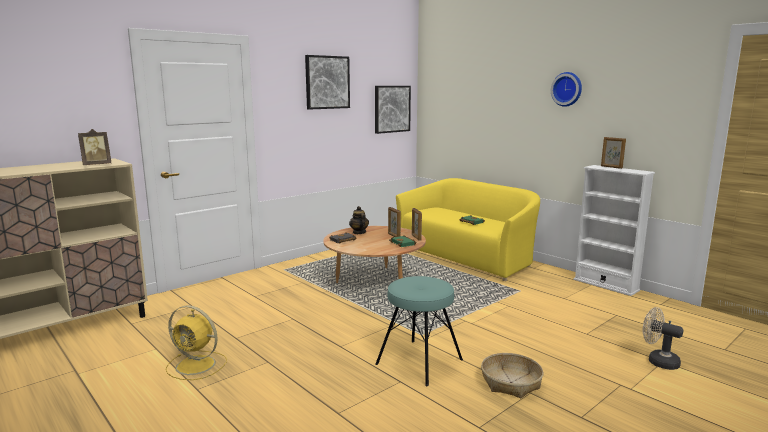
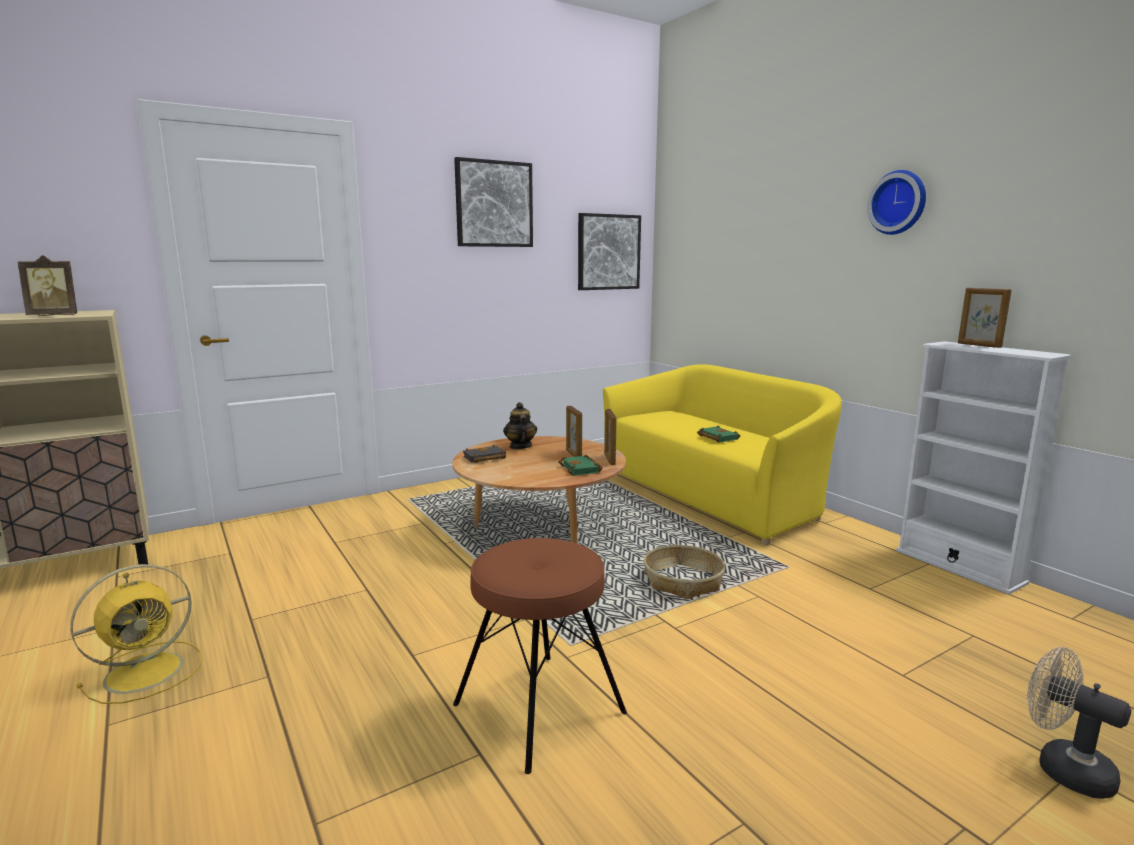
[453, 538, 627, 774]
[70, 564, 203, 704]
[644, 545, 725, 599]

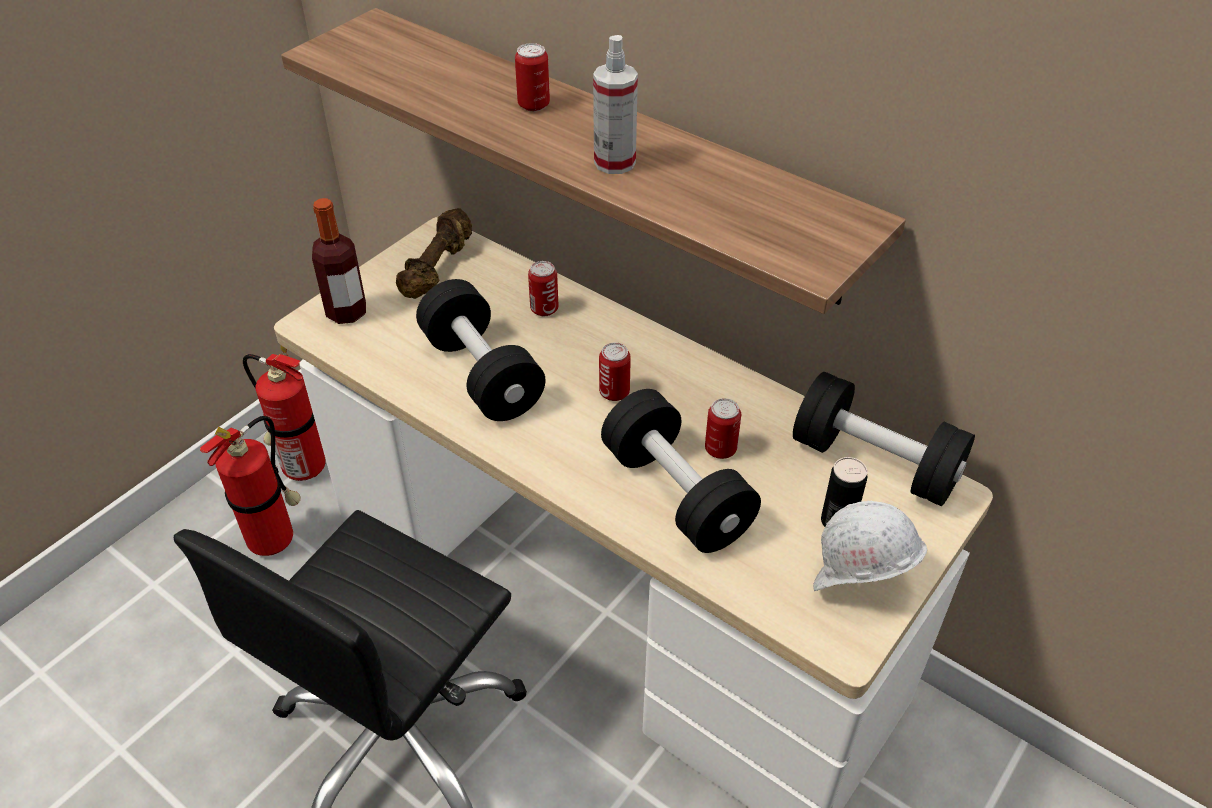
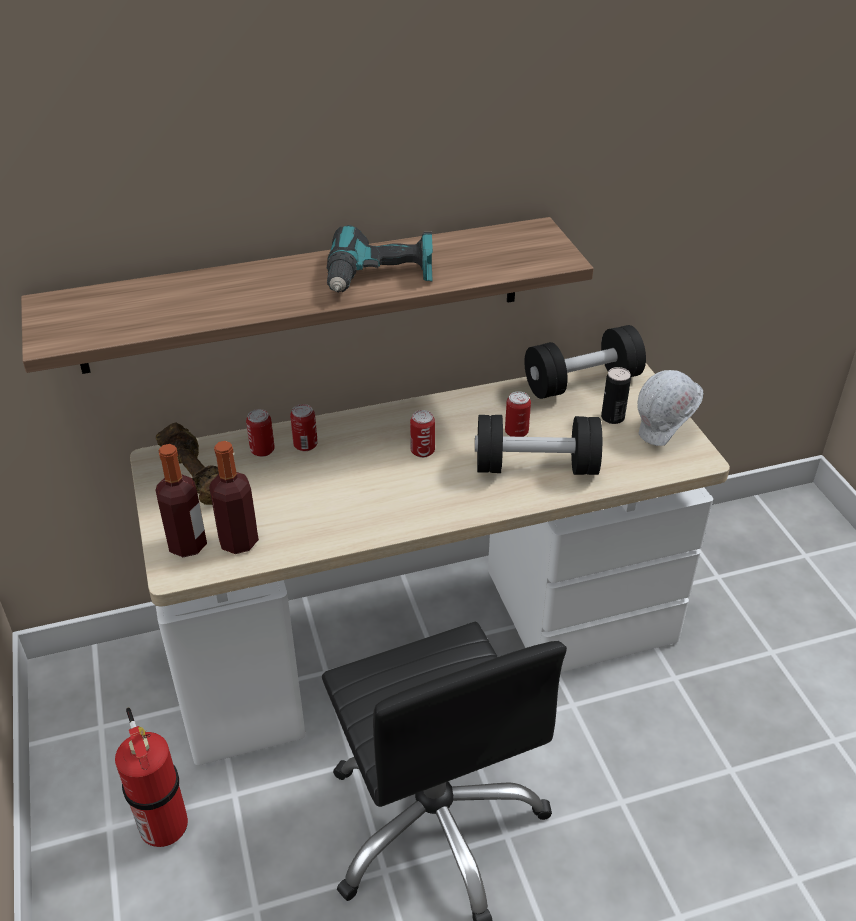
[327, 225, 433, 292]
[246, 409, 275, 457]
[416, 279, 545, 421] (first image)
[243, 345, 326, 481] (first image)
[209, 441, 259, 554]

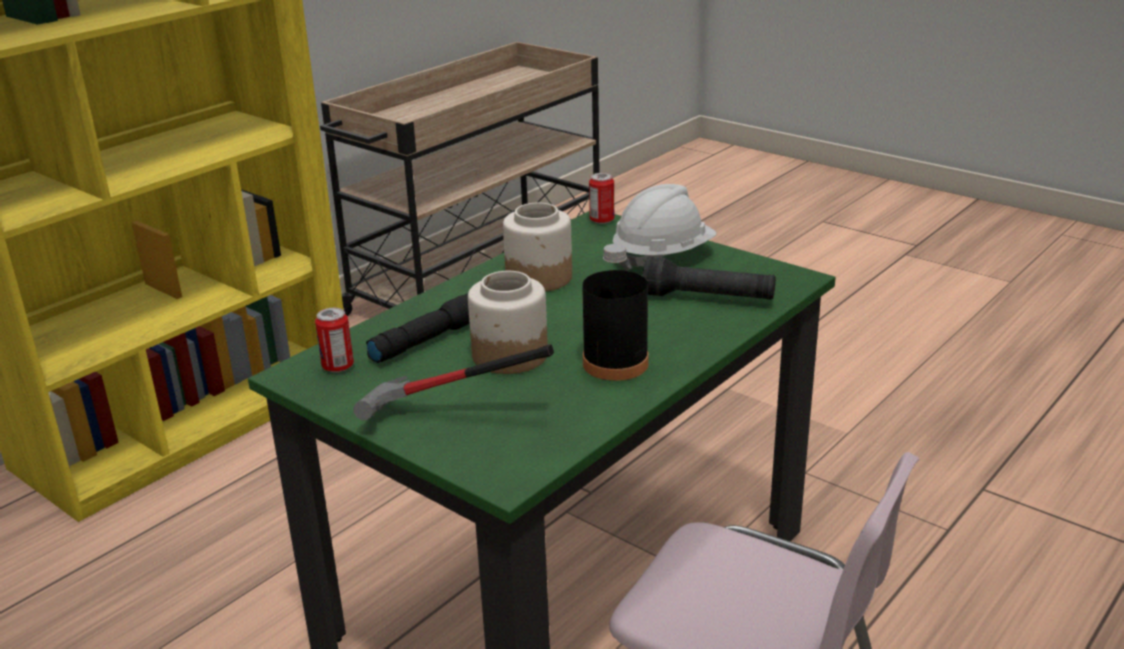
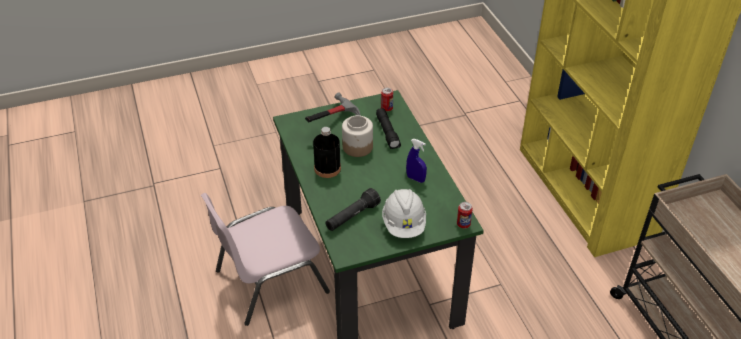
[406, 139, 427, 183]

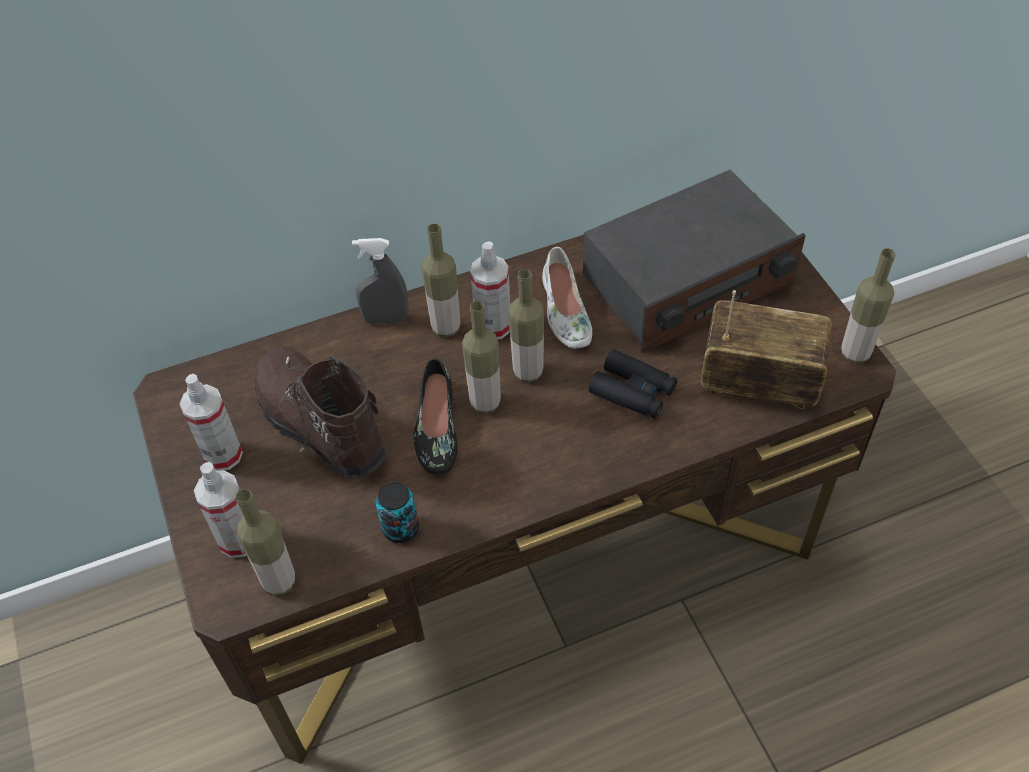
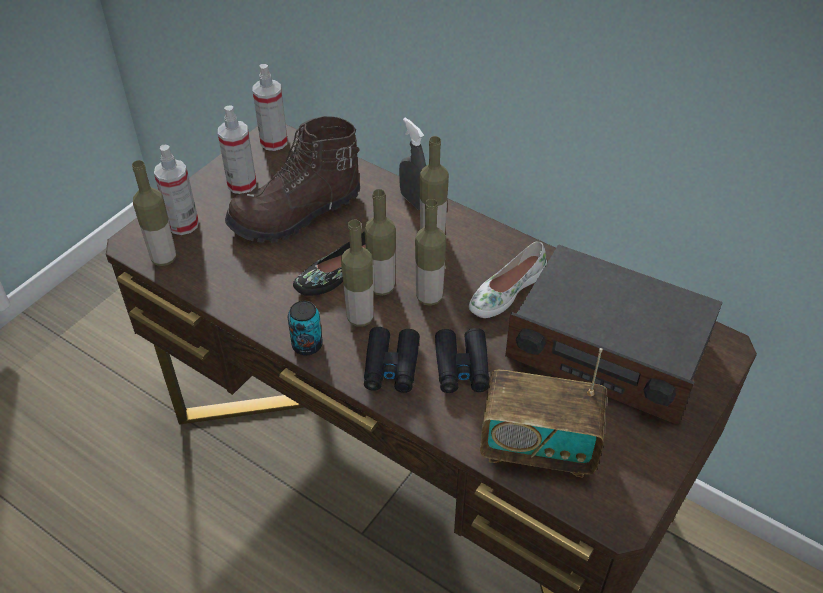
[253, 64, 288, 151]
[341, 220, 374, 327]
[480, 348, 607, 477]
[225, 116, 360, 243]
[288, 301, 323, 355]
[364, 327, 420, 393]

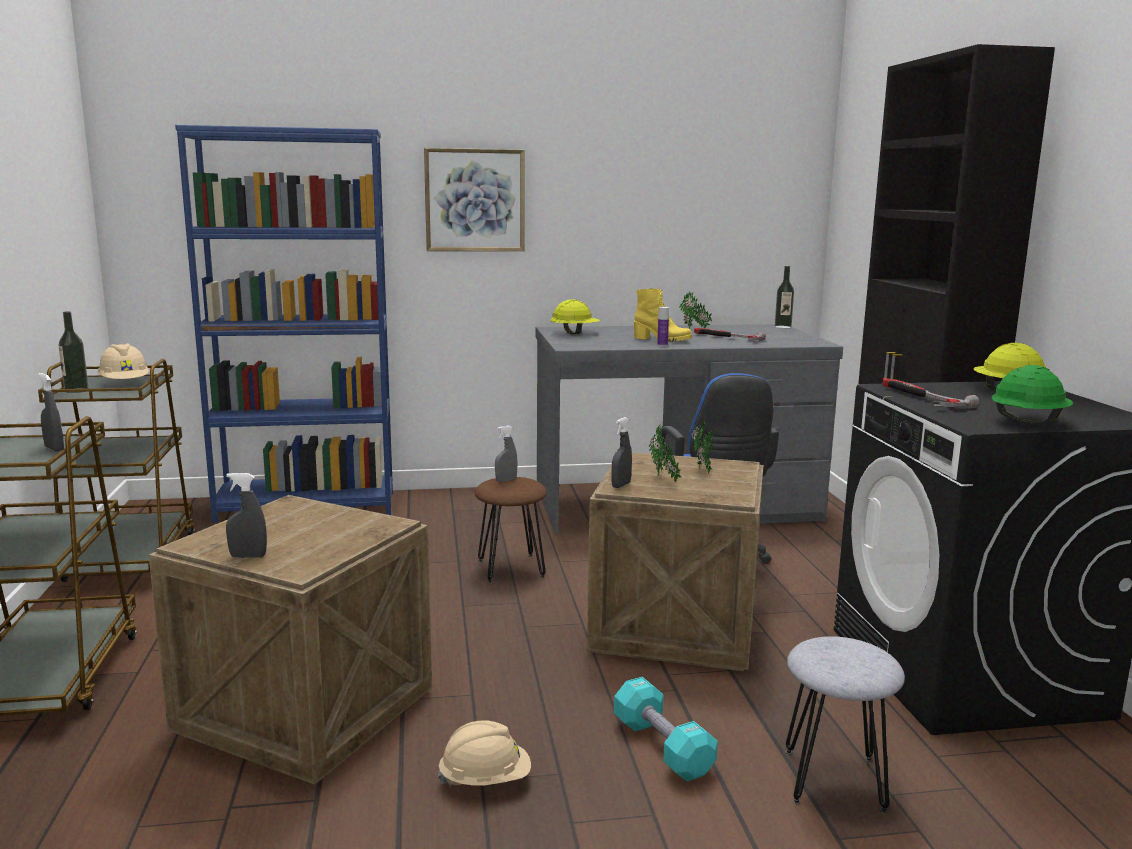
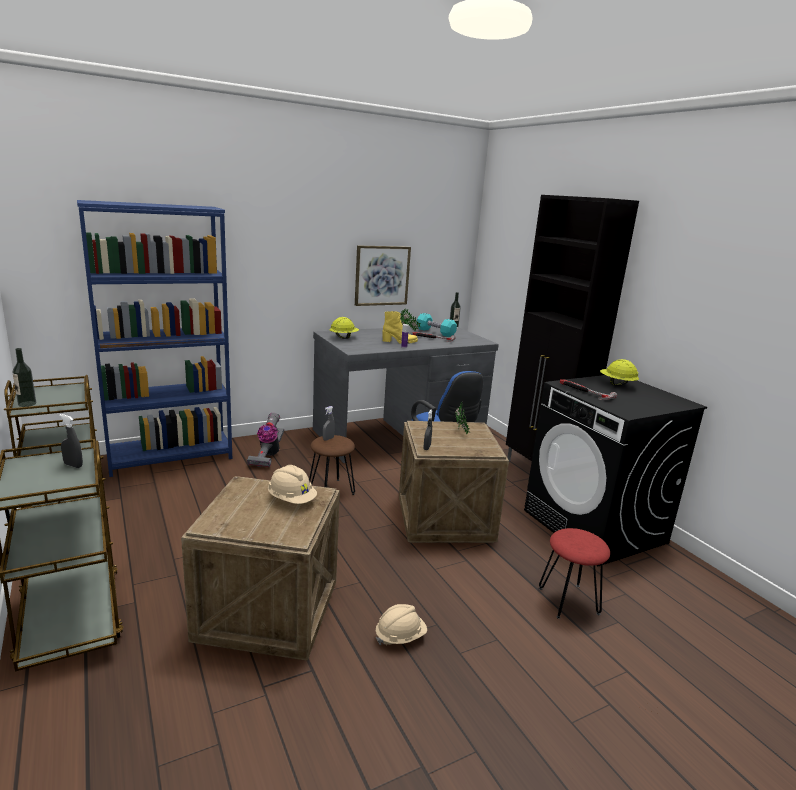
[355, 245, 411, 306]
[268, 465, 317, 504]
[991, 365, 1073, 425] (first image)
[649, 424, 682, 482] (first image)
[226, 473, 267, 558] (first image)
[538, 528, 610, 619]
[417, 313, 457, 337]
[247, 413, 284, 467]

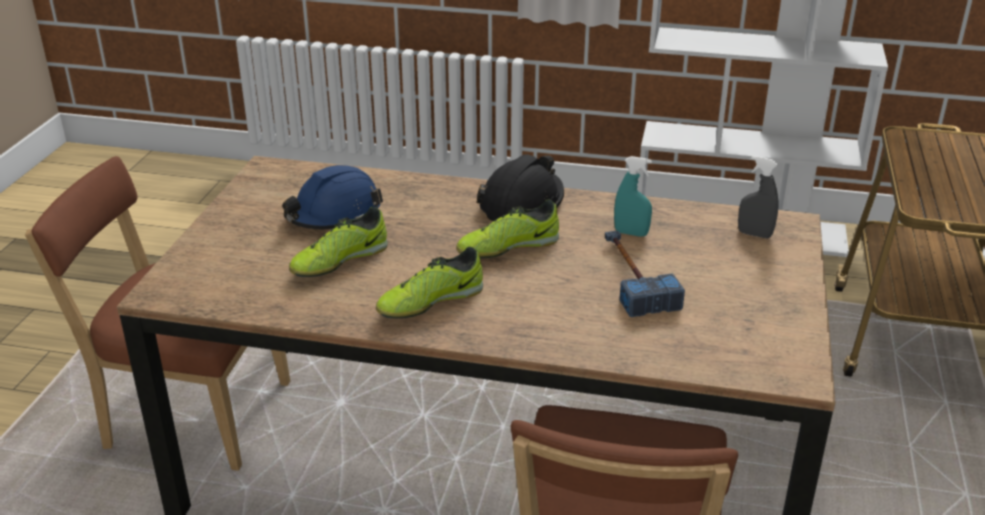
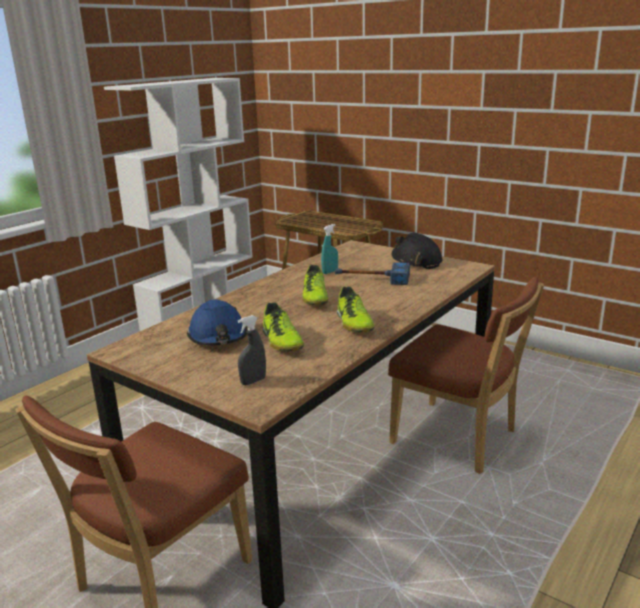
[392, 232, 443, 269]
[238, 315, 266, 385]

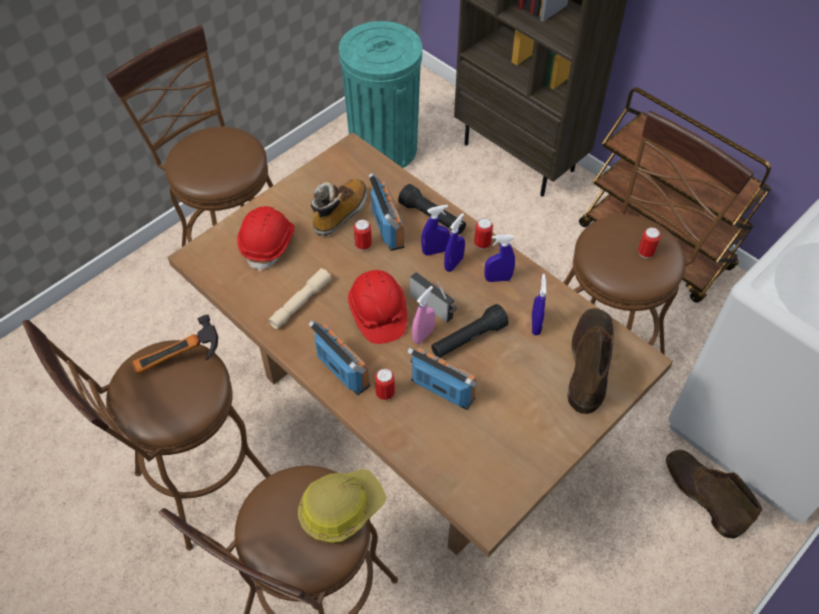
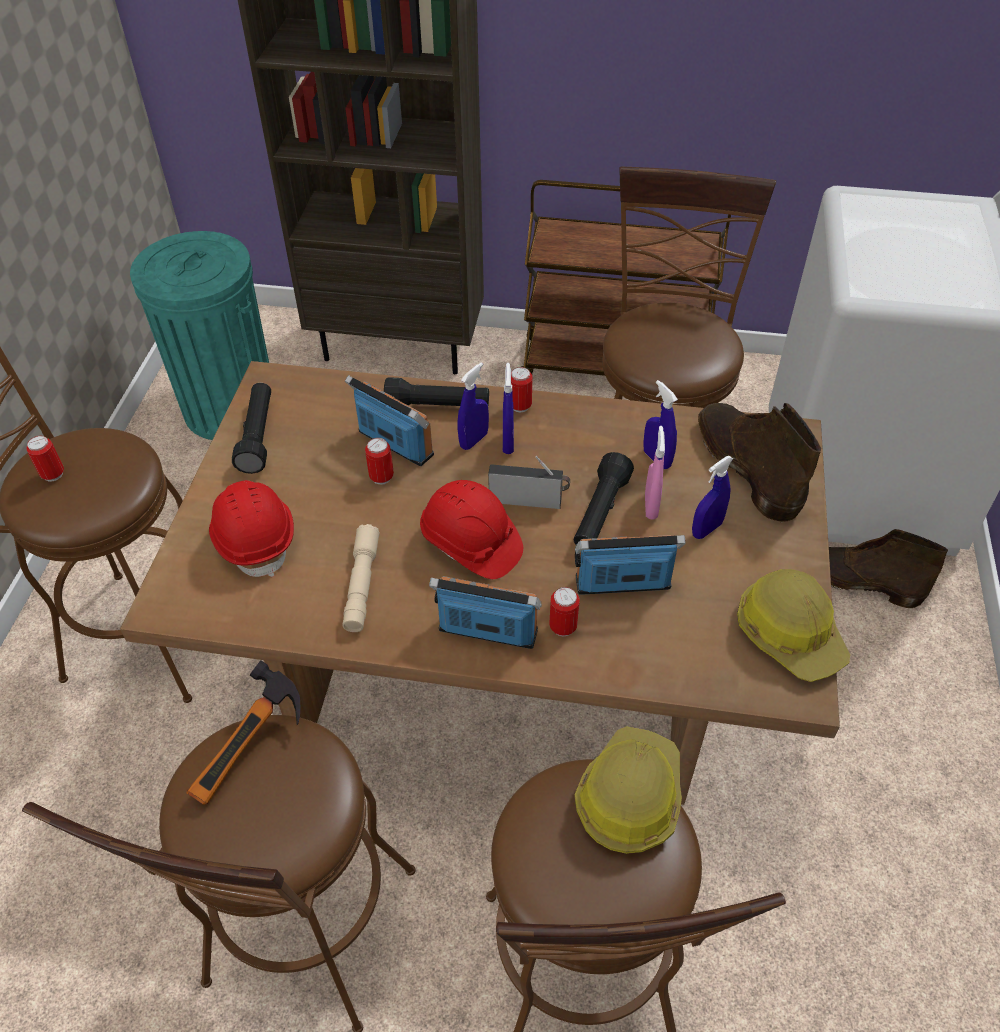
[311, 179, 367, 236] (first image)
[26, 436, 64, 482]
[692, 456, 733, 539]
[645, 426, 665, 520]
[232, 383, 271, 474]
[737, 569, 850, 682]

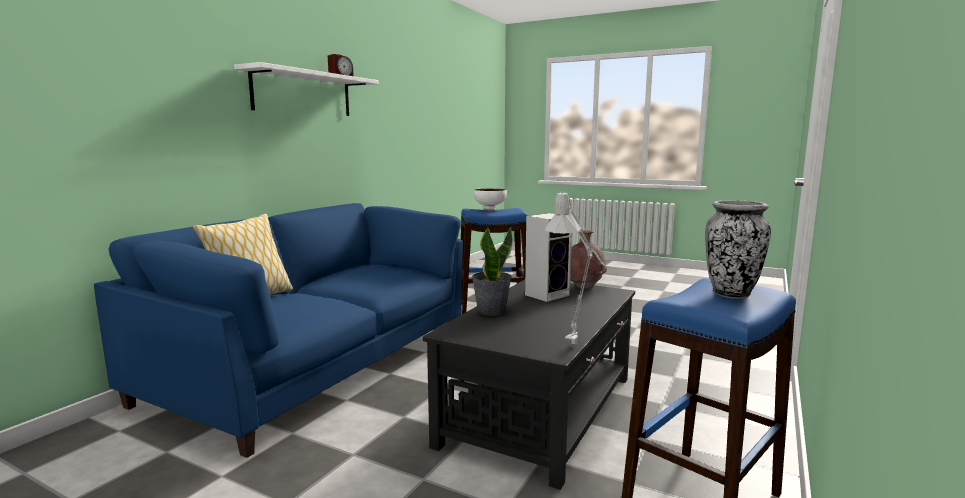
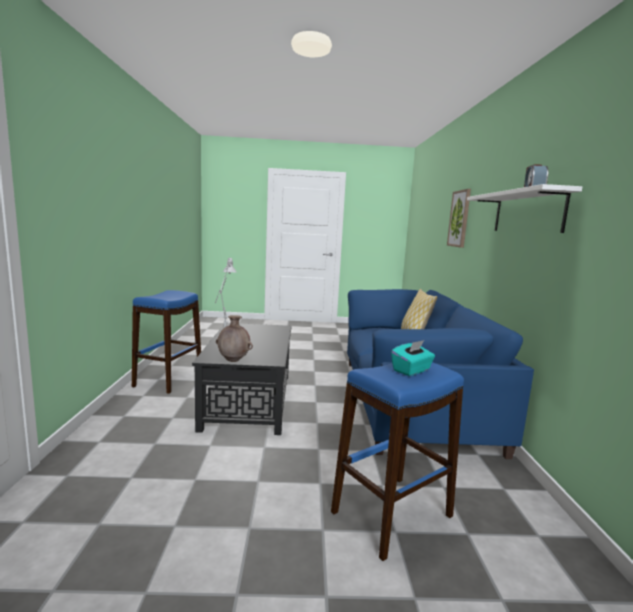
[391, 340, 435, 376]
[705, 200, 771, 299] (first image)
[525, 213, 572, 302] (first image)
[472, 227, 513, 316] (first image)
[447, 189, 471, 248]

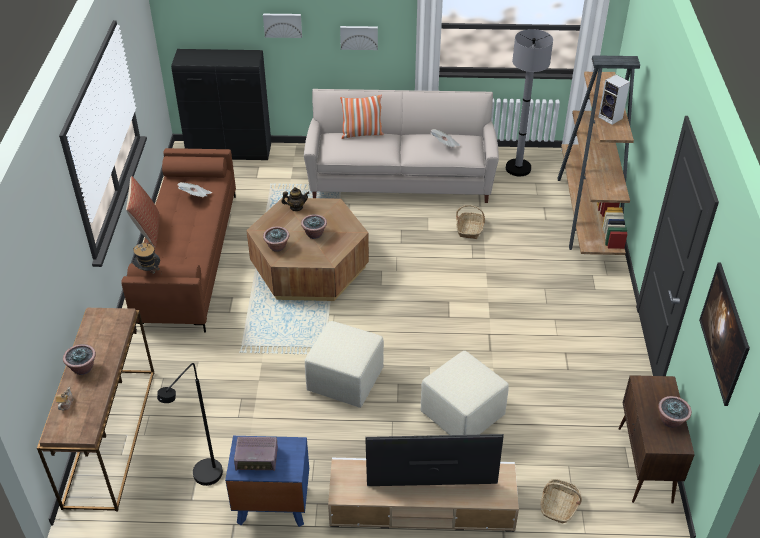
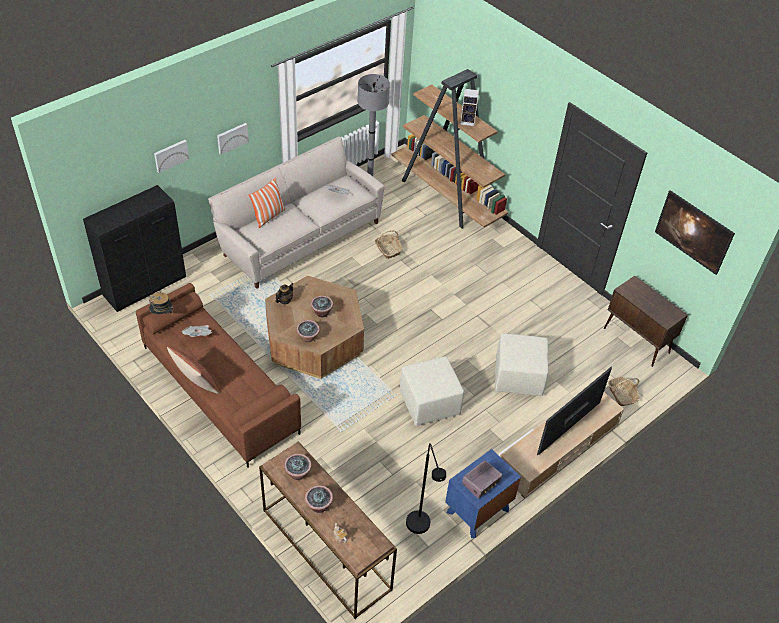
[149, 291, 174, 314]
[284, 453, 312, 480]

